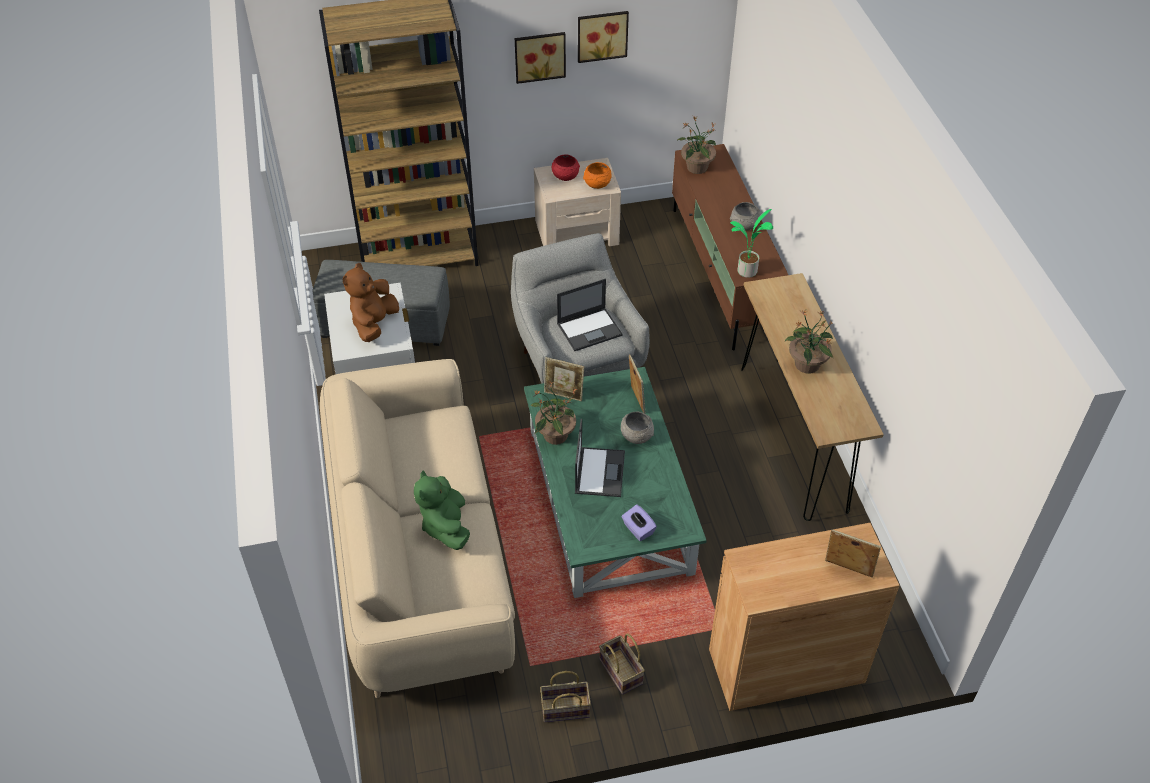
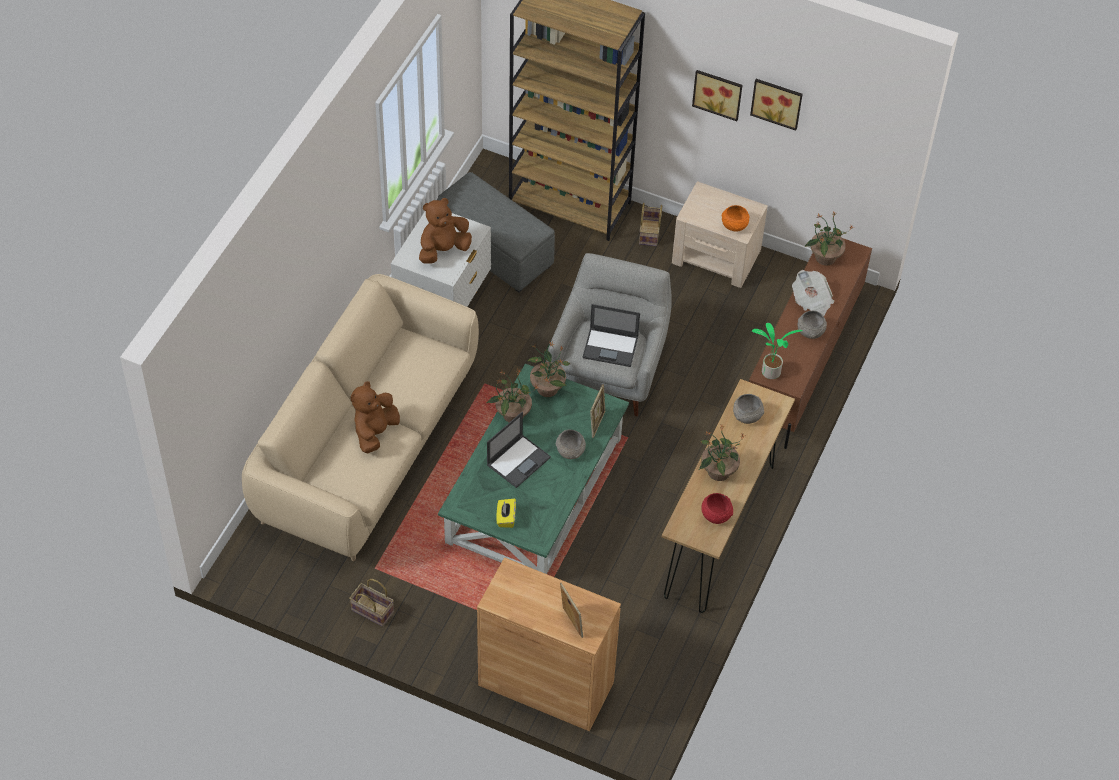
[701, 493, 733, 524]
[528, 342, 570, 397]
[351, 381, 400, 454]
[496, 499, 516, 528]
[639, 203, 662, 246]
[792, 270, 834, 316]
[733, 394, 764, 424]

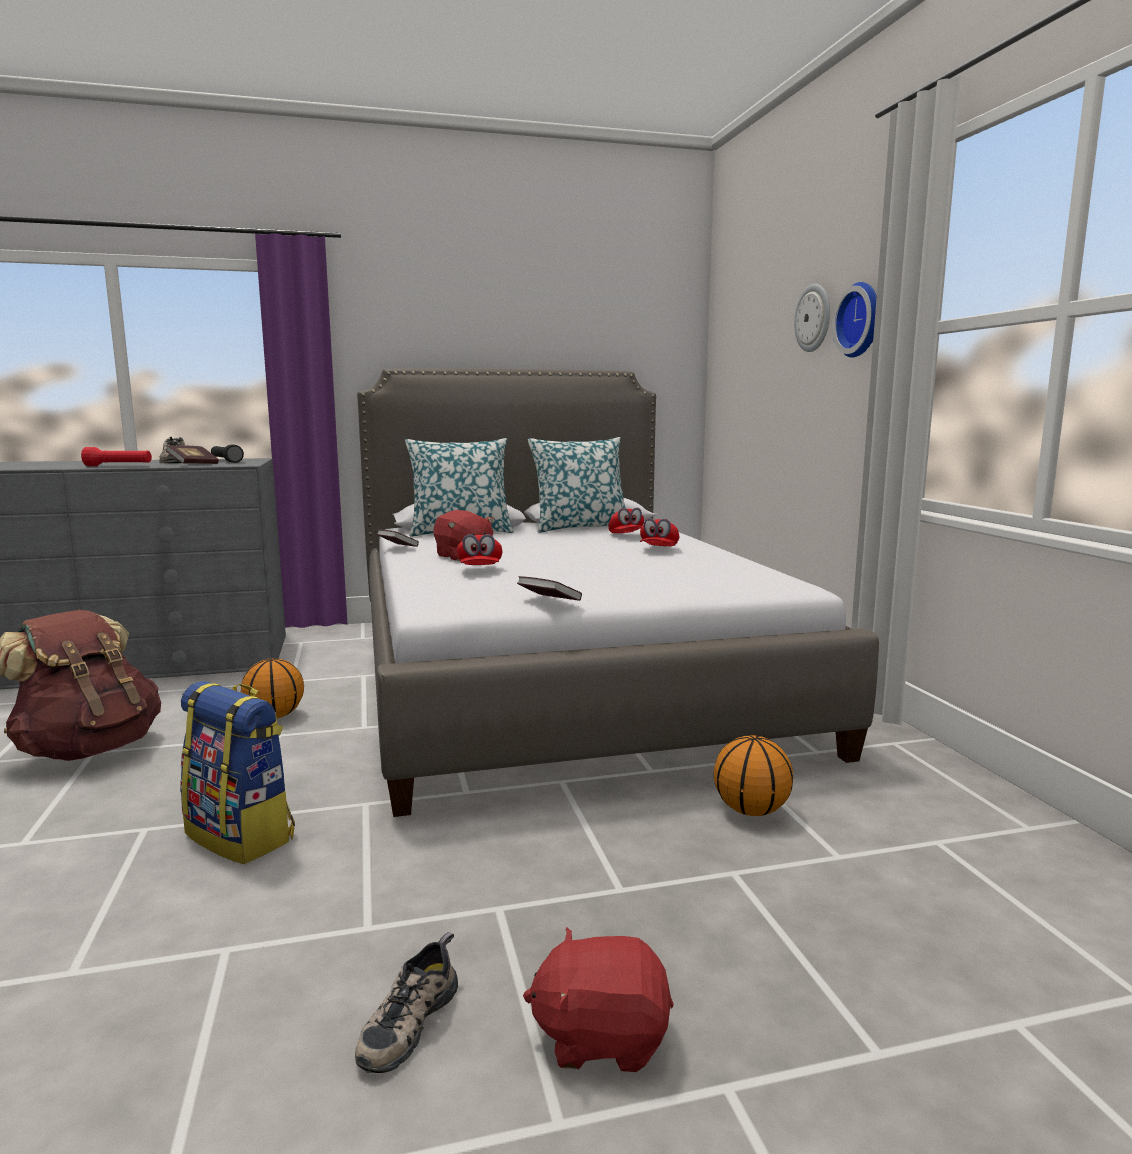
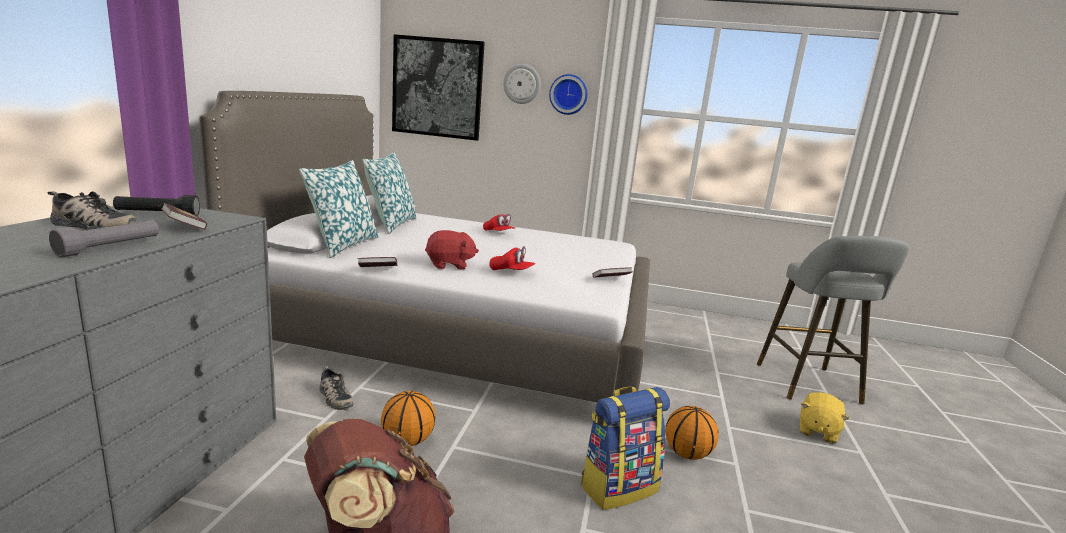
[49, 221, 159, 257]
[608, 508, 644, 533] (first image)
[665, 406, 719, 460]
[800, 393, 850, 443]
[319, 365, 354, 410]
[392, 34, 485, 141]
[757, 236, 909, 404]

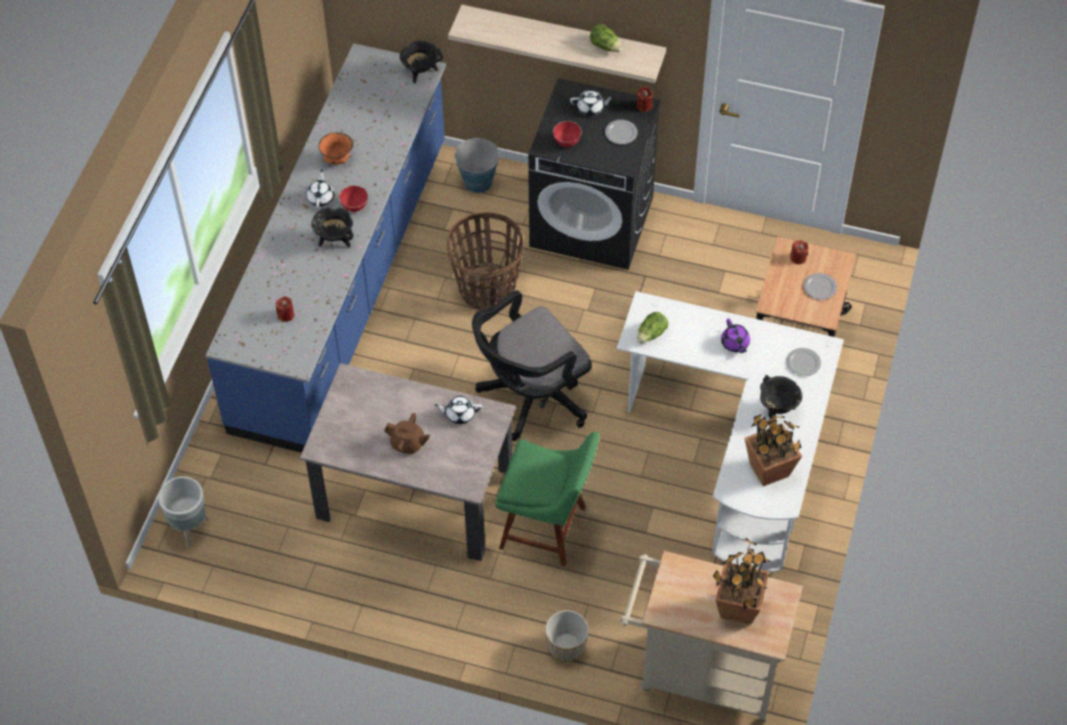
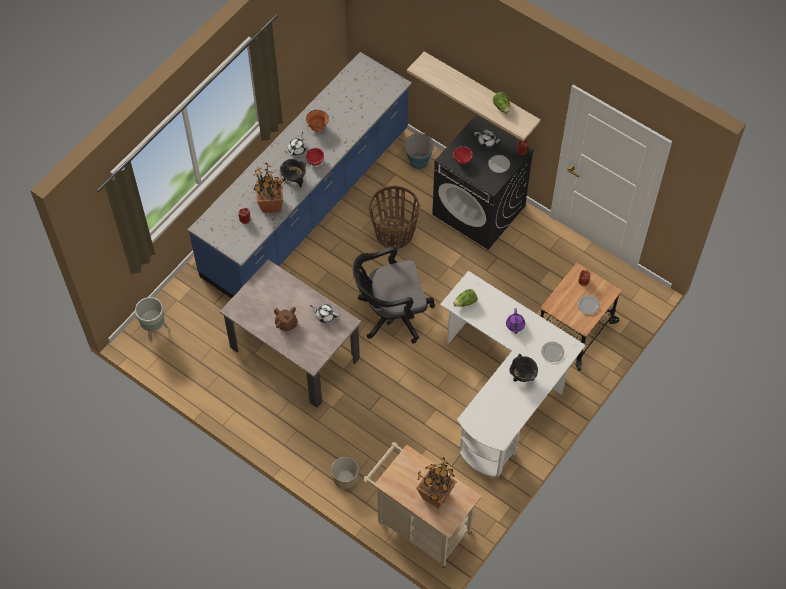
[400, 41, 443, 83] (first image)
[253, 163, 284, 213]
[495, 432, 599, 567] (first image)

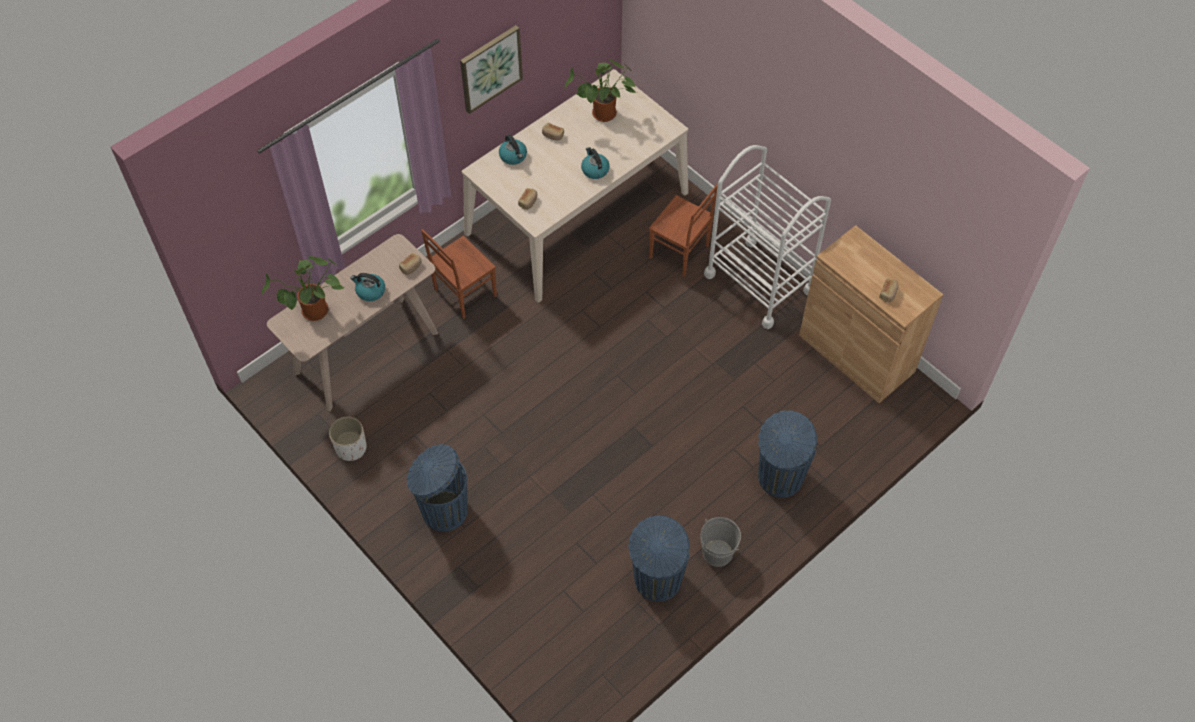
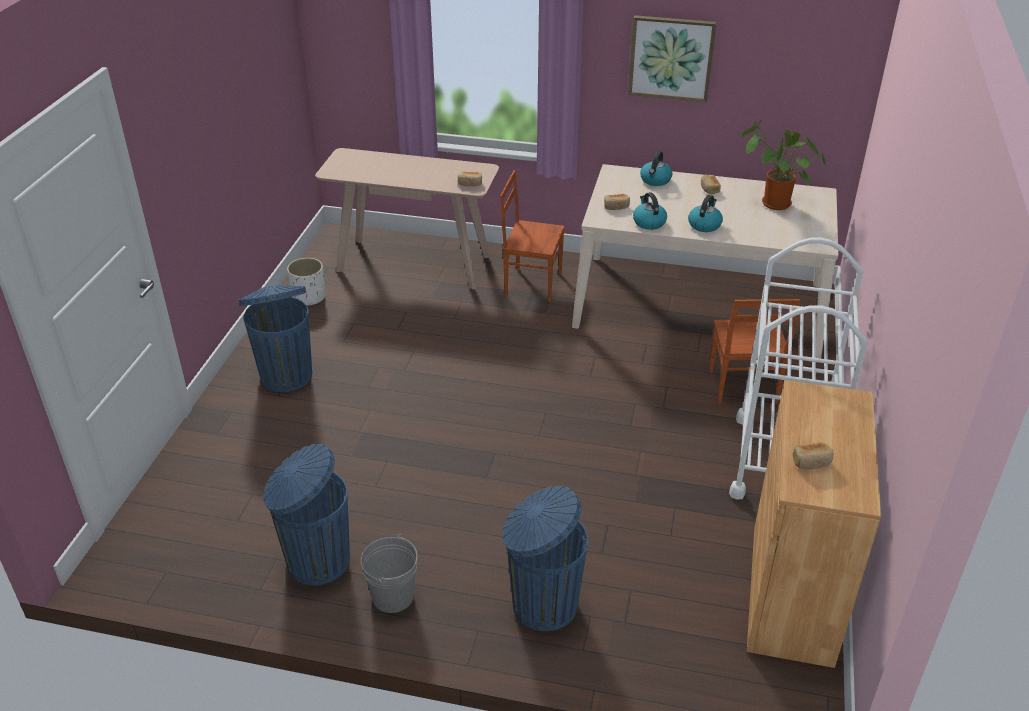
[262, 256, 344, 321] (first image)
[633, 192, 667, 230]

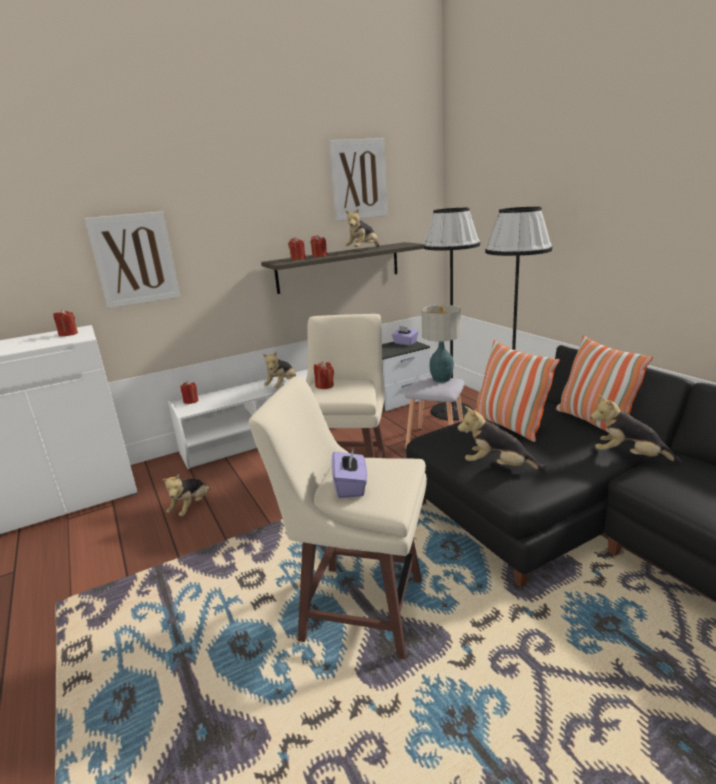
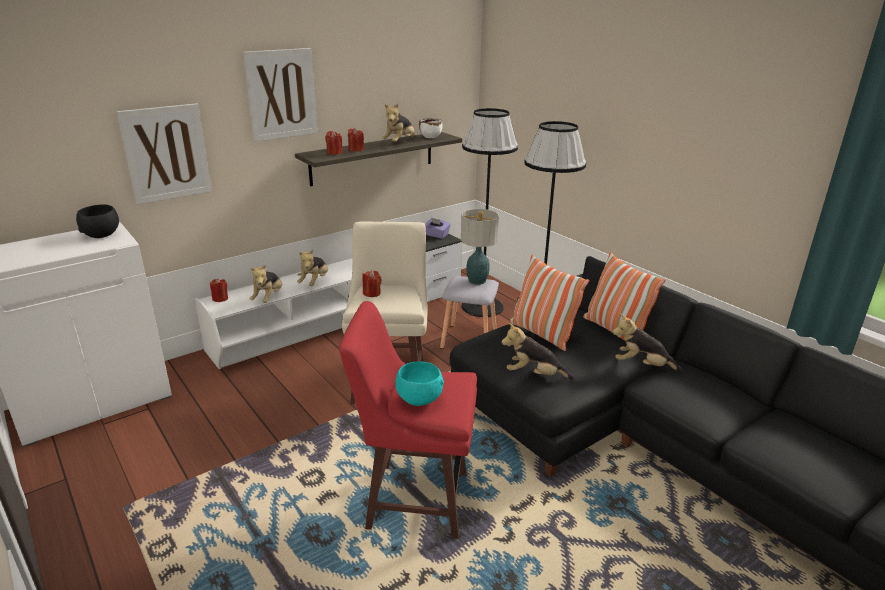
[243, 48, 318, 142]
[76, 204, 119, 238]
[339, 301, 477, 539]
[395, 361, 444, 406]
[250, 265, 282, 303]
[419, 118, 443, 138]

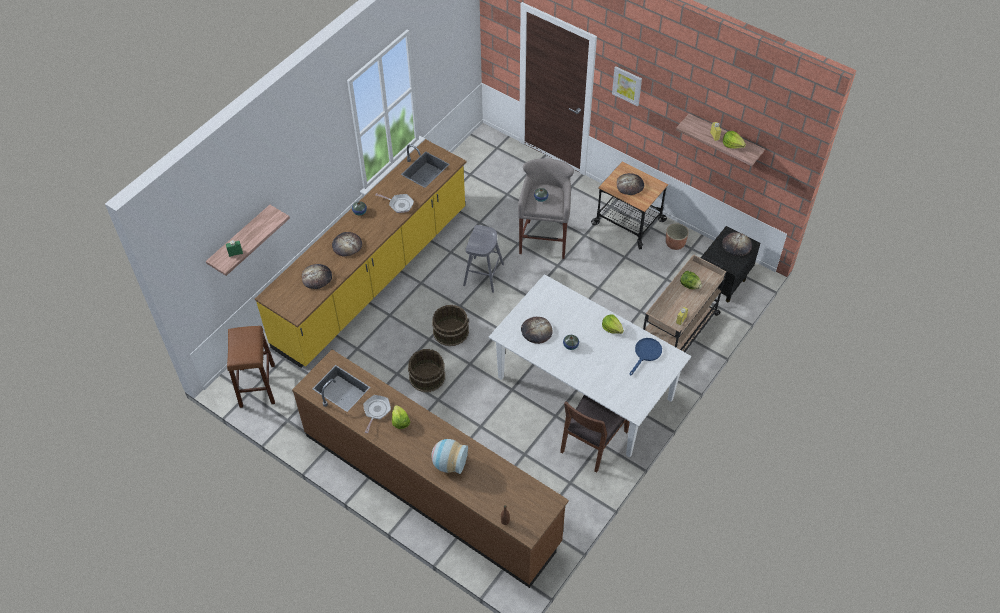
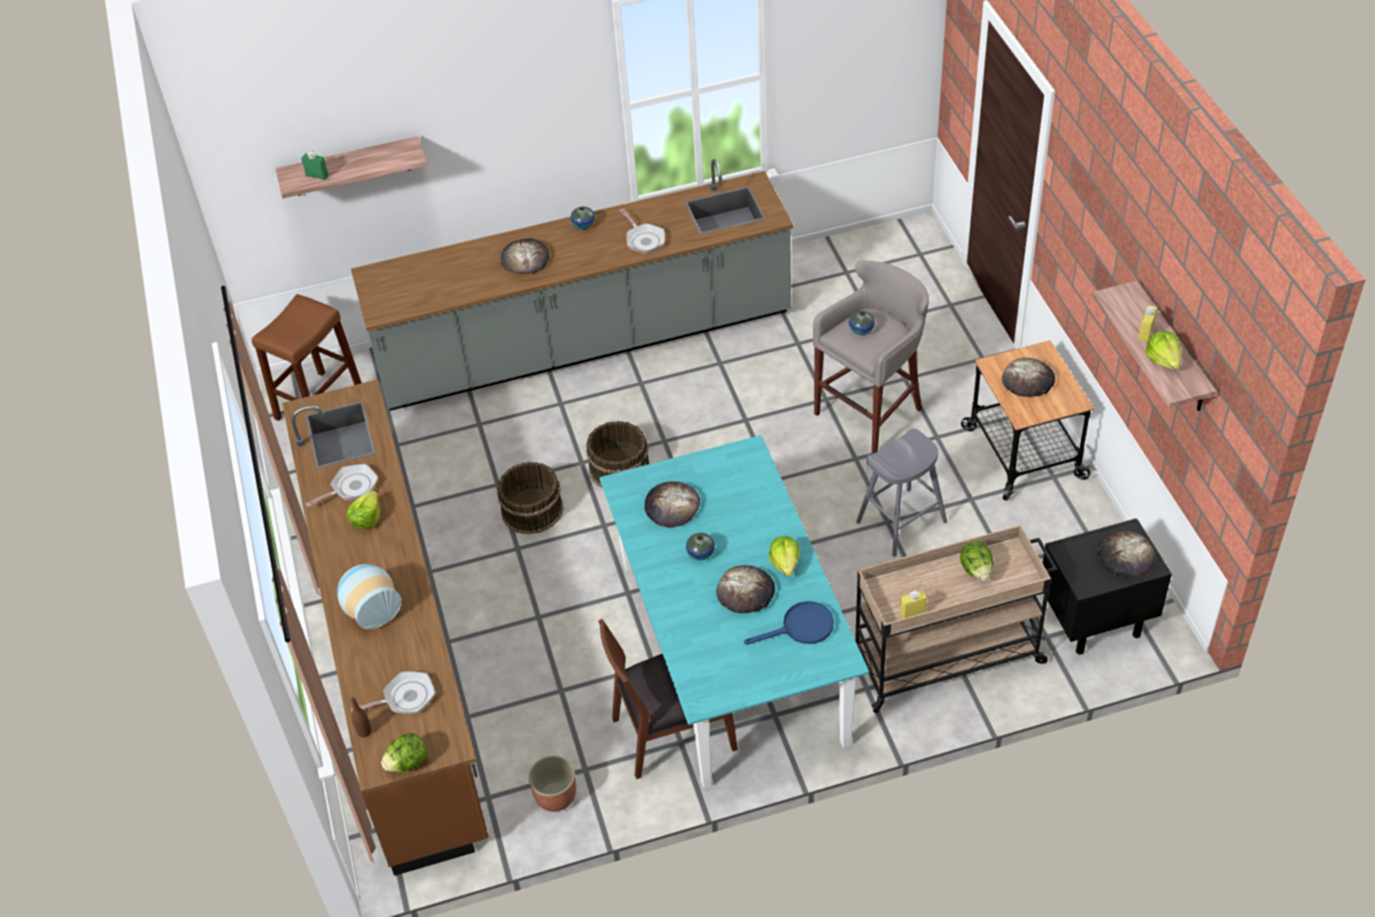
[612, 67, 642, 106] (first image)
[351, 159, 793, 411]
[529, 756, 576, 812]
[856, 429, 947, 557]
[716, 565, 775, 613]
[600, 435, 869, 788]
[351, 671, 435, 714]
[381, 733, 428, 772]

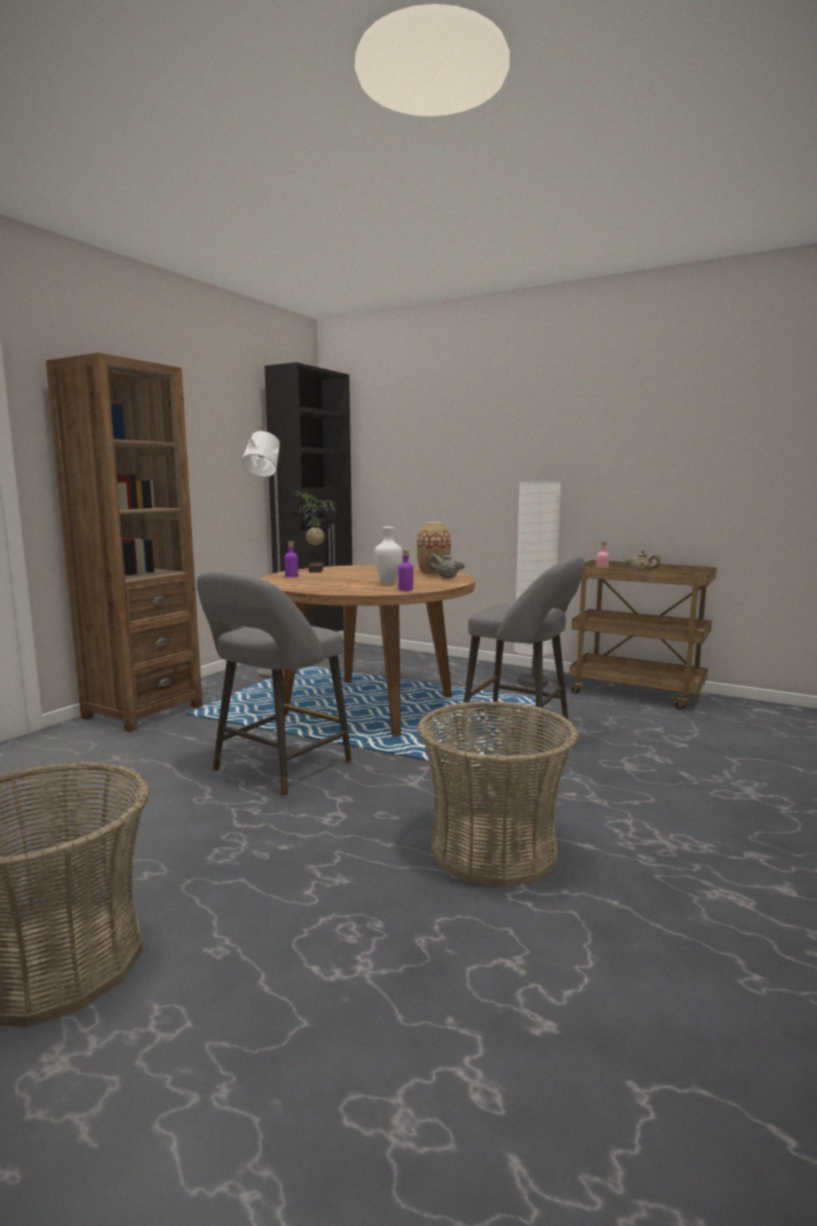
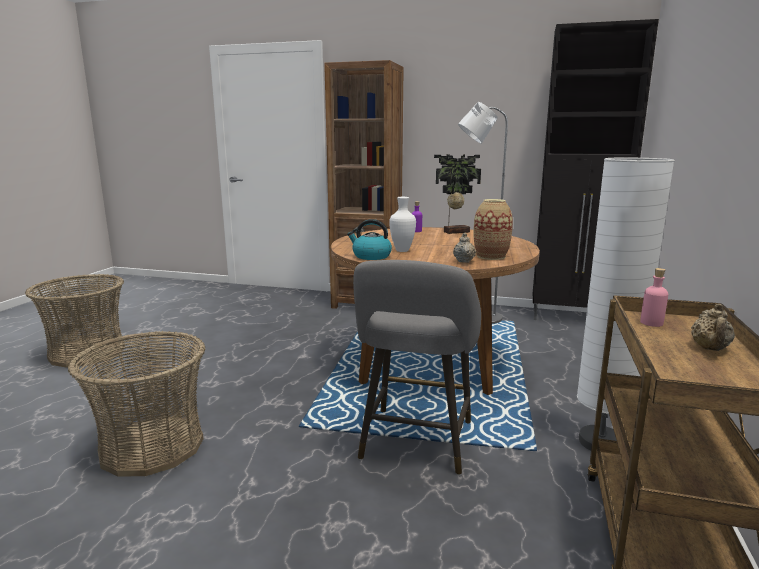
[347, 219, 392, 260]
[197, 571, 352, 796] (first image)

